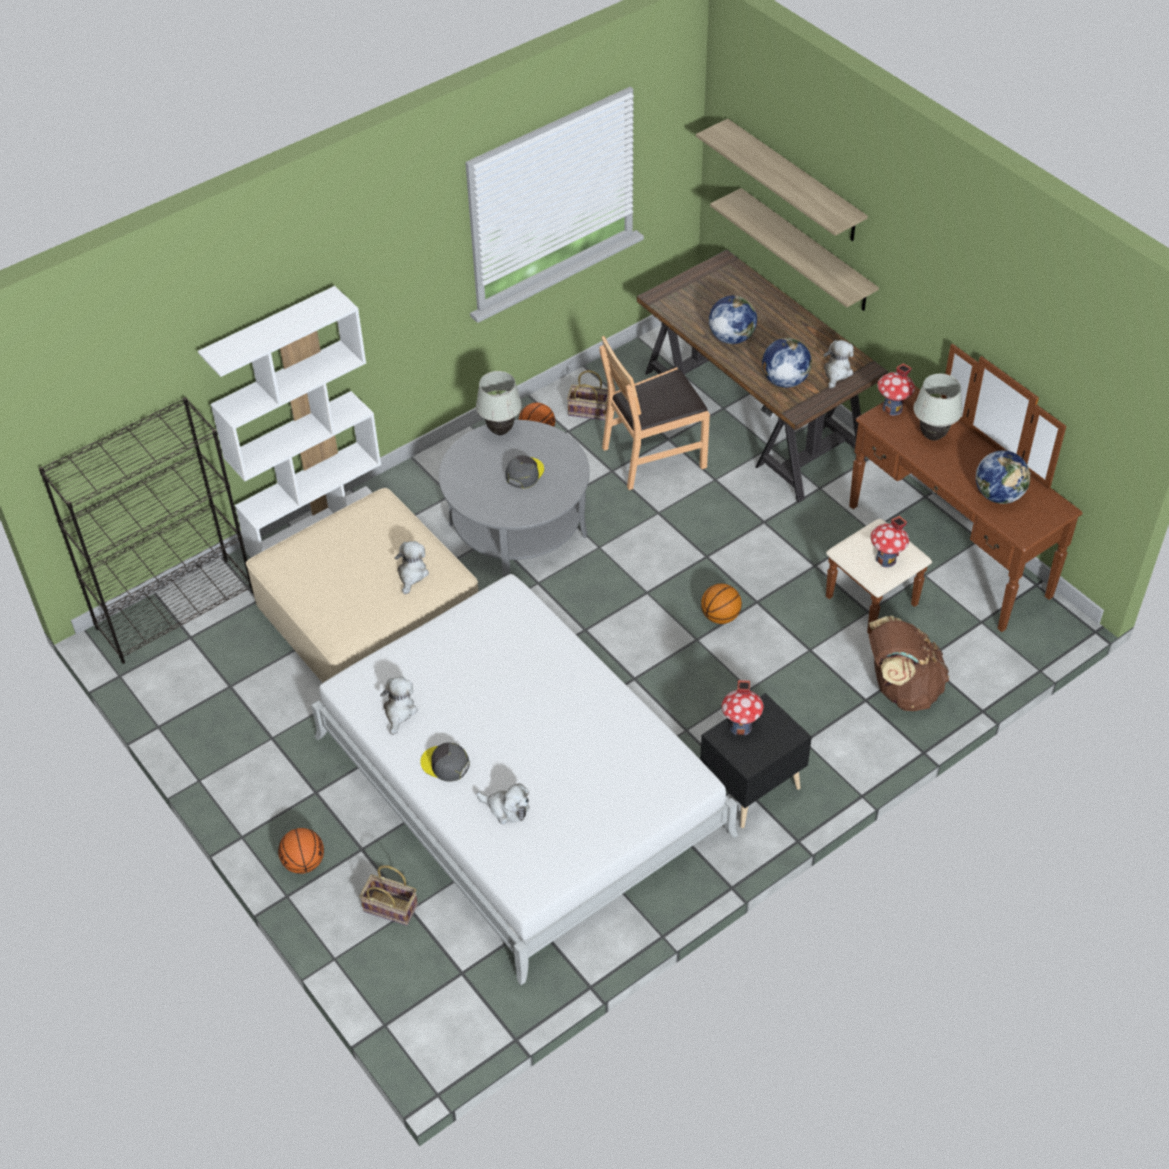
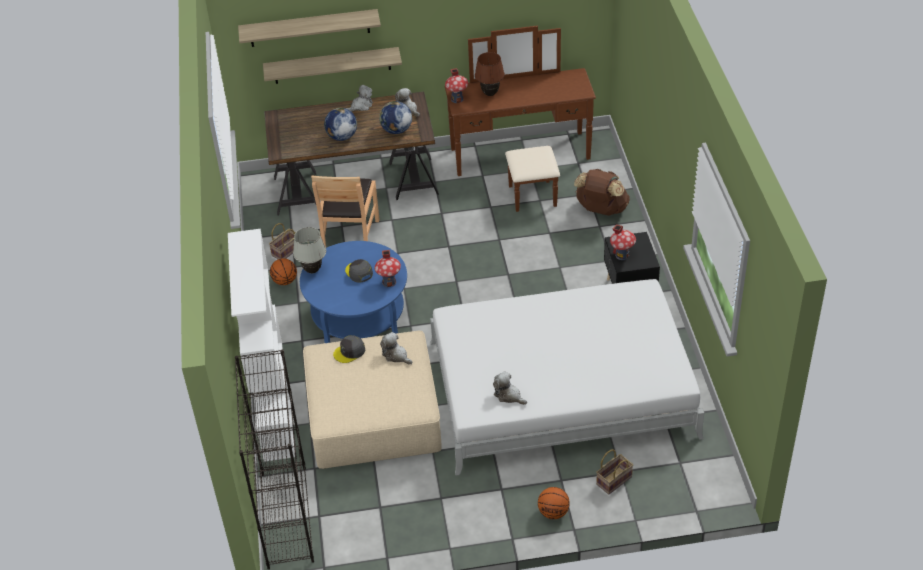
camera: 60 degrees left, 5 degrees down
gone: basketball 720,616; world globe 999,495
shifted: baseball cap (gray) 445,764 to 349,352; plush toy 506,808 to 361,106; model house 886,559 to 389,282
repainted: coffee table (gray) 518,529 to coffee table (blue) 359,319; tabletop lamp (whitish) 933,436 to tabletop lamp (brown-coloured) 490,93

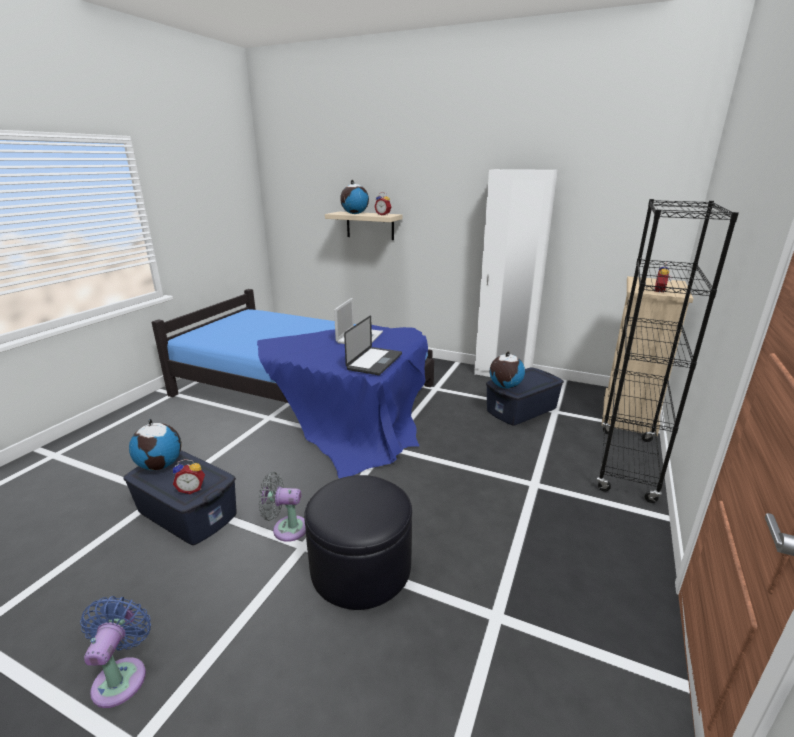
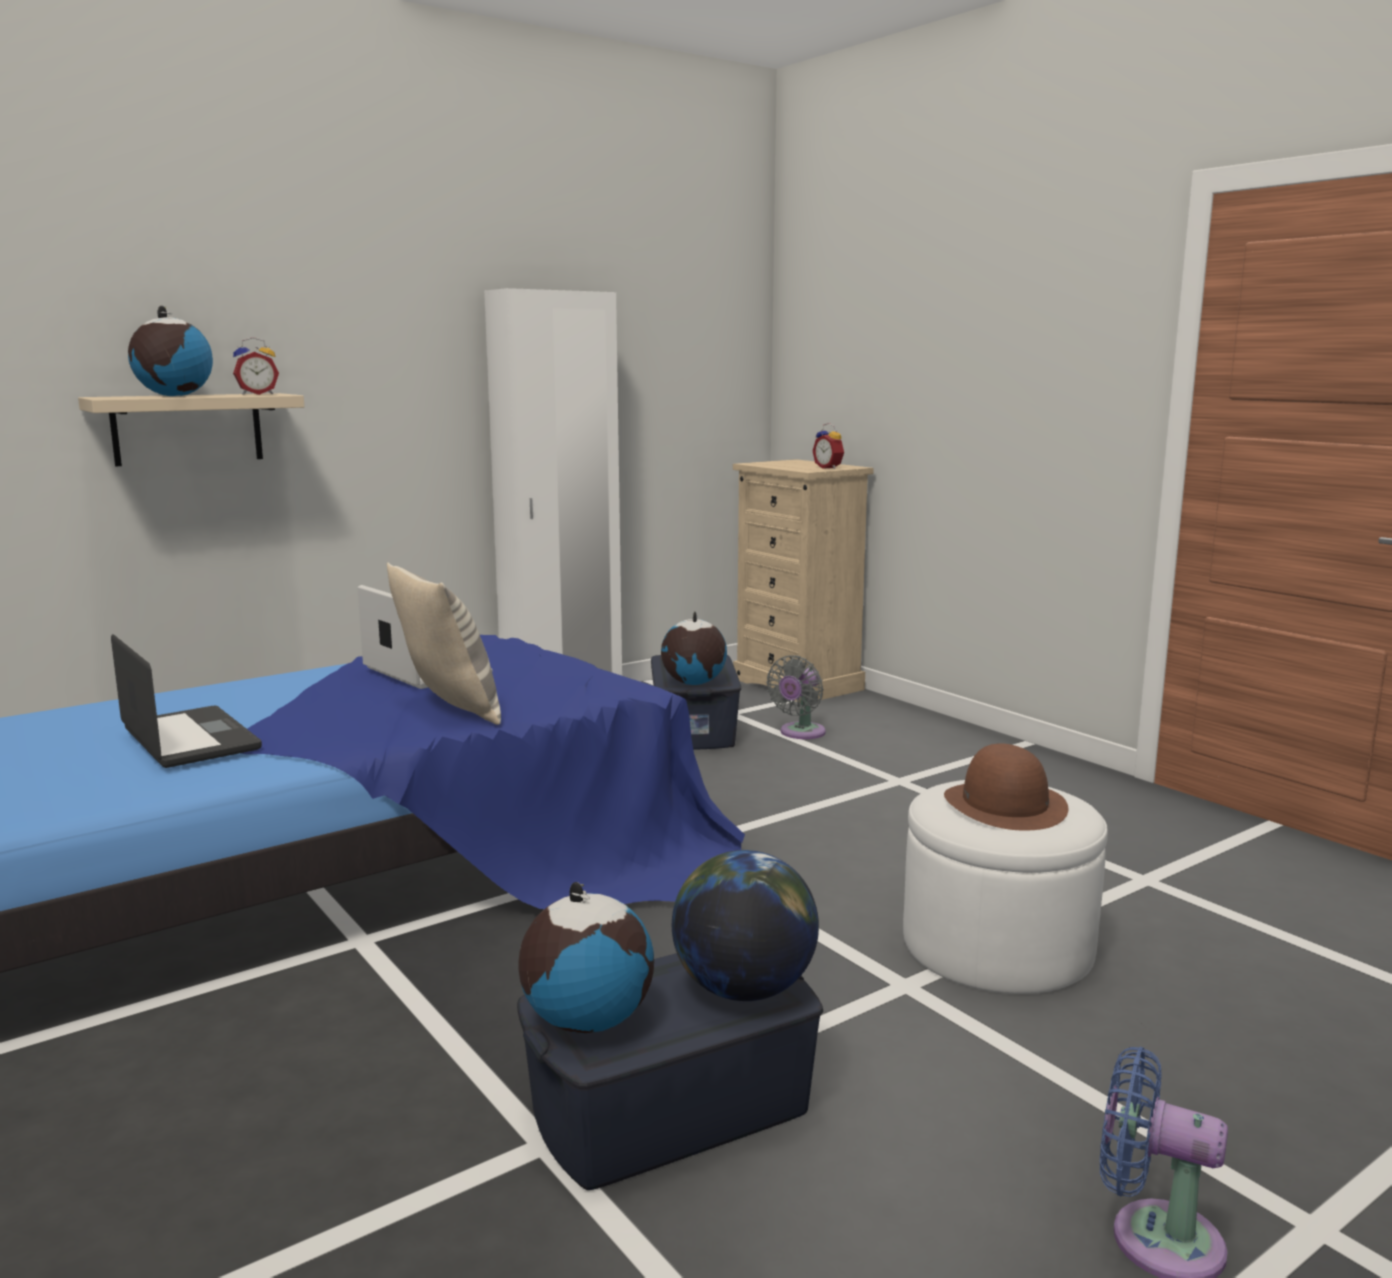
camera: 60 degrees left, 10 degrees down
gone: bookcase (blackish) 626,464
new: cushion 450,709; wearable hat (brown-coloured) 1005,805
shifted: portable computer 375,362 to 190,739; cooling fan (gray) 286,528 to 800,733
swapped: bedside clock 192,489 to world globe 743,989
repainted: footrest (blackish) 361,568 to footrest (whitish) 997,946

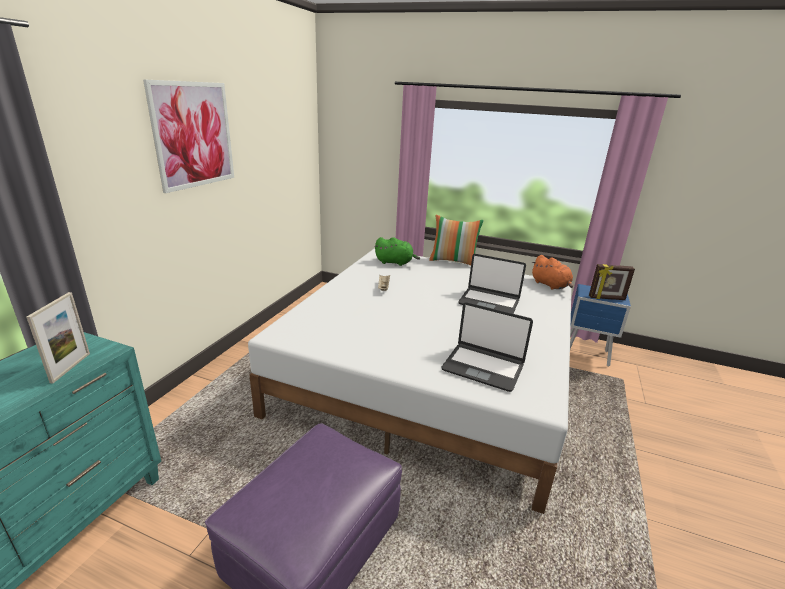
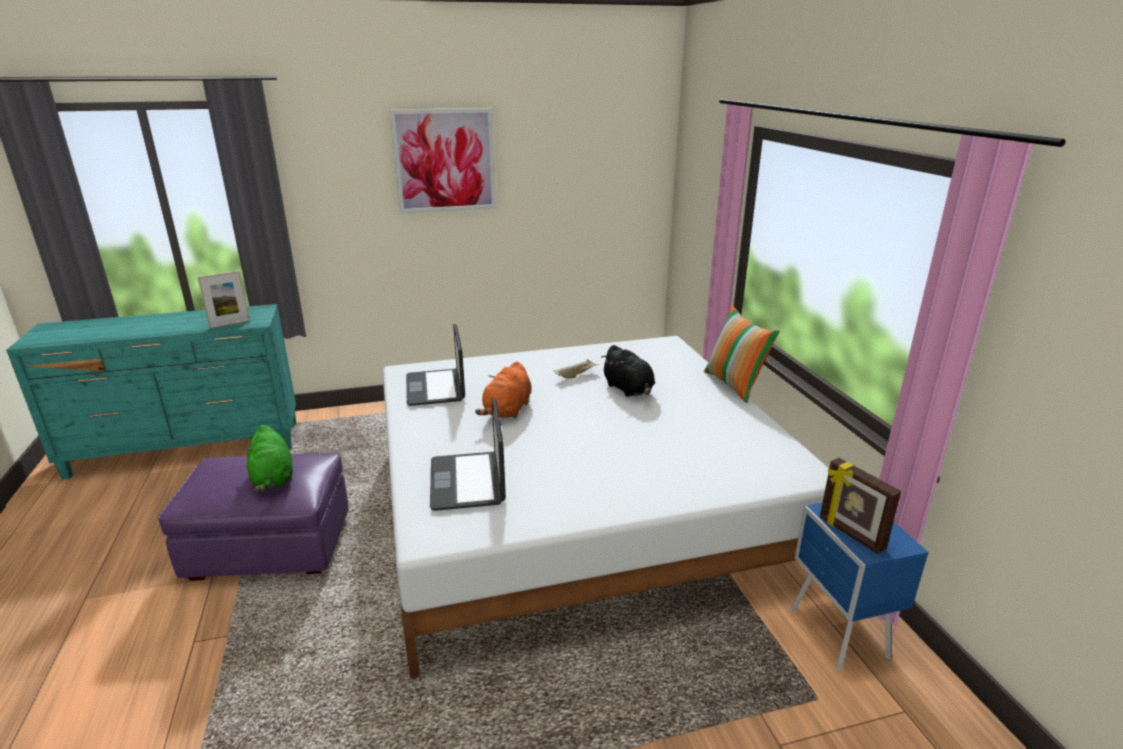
camera: 55 degrees right, 0 degrees up
new: plush toy (blackish) 629,390
shifted: plush toy (green) 395,262 to 273,479; portable computer 489,302 to 436,388; plush toy (orange-coloured) 551,285 to 507,411

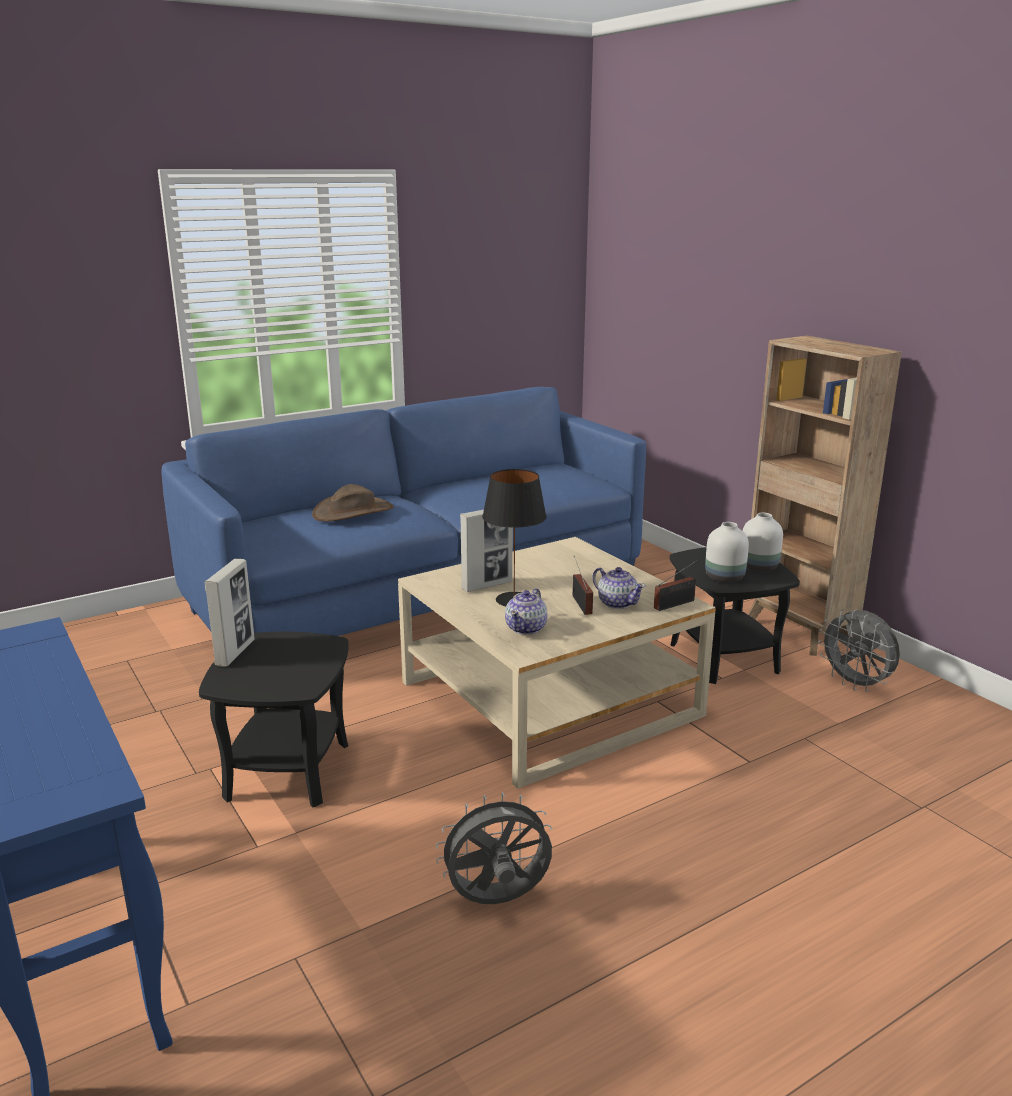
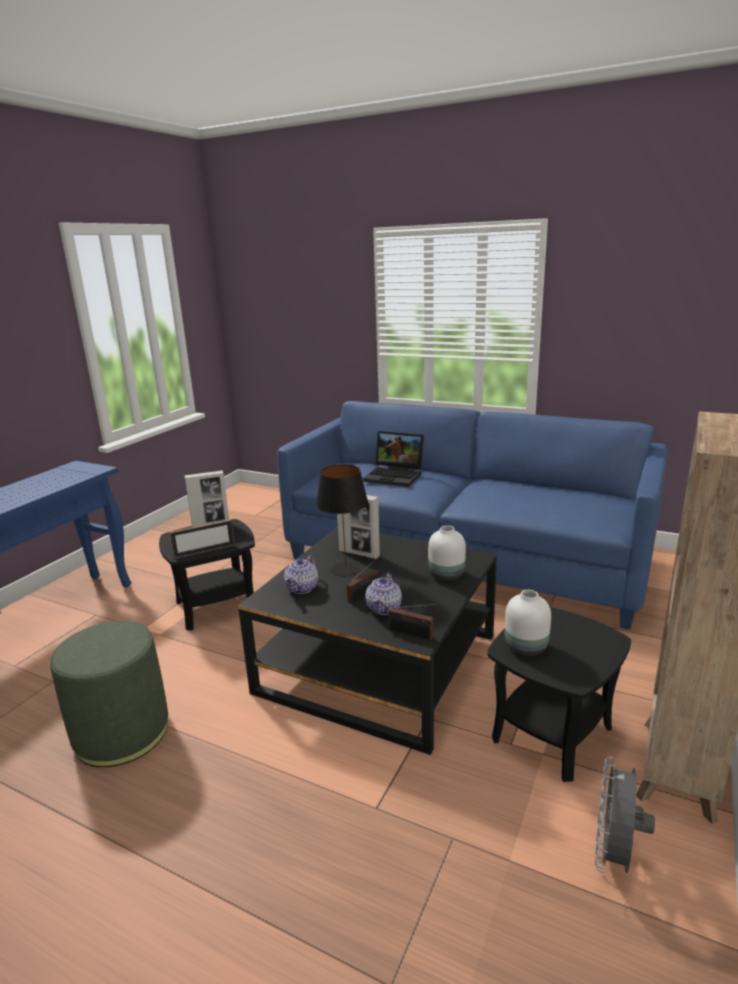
camera: 60 degrees right, 0 degrees up
new: photo frame 204,551
shifted: flower vase (whitish) 758,567 to 447,574
swapped: cooling fan (gray) 497,901 to footrest (green) 121,733; wearable hat (brown-coloured) 353,511 to portable computer 396,476
repainted: coffee table (sand-coloured) 549,698 to coffee table (blackish) 378,663
rotated: tea pot 526,628 = 302,588 60 degrees counterclockwise

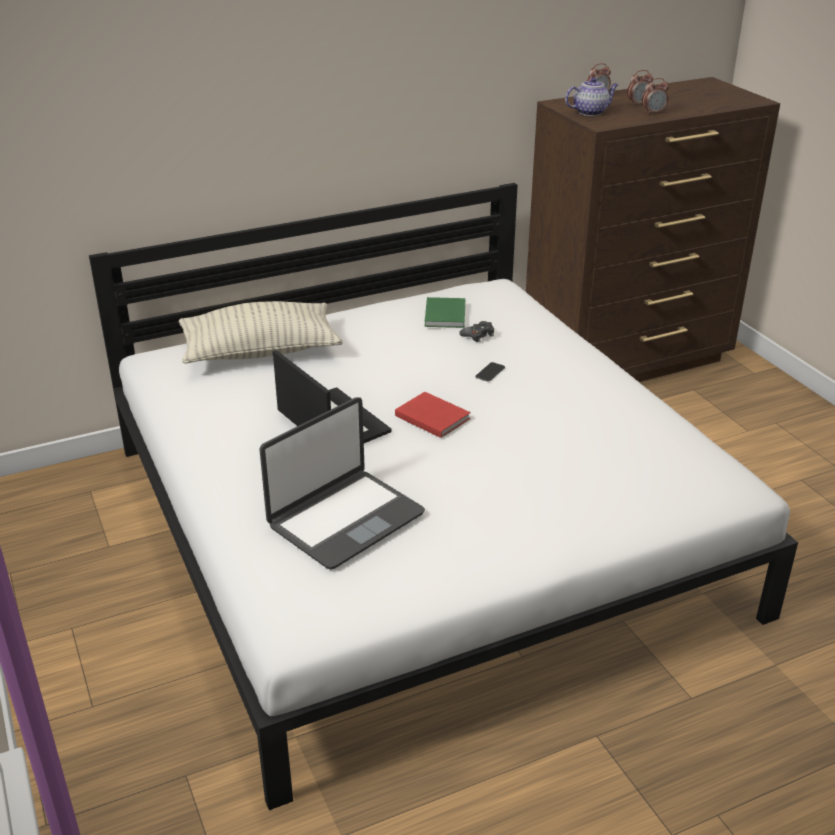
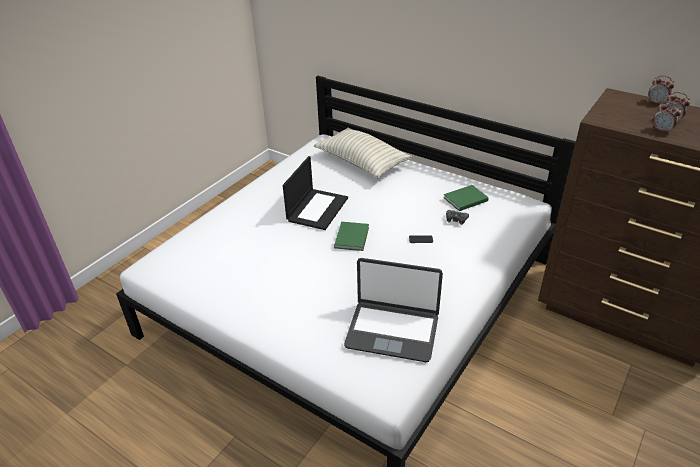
camera: 60 degrees right, 5 degrees up
gone: tea pot 590,112
shifted: portable computer 345,519 to 392,331
repainted: volume (reddish) 431,416 to volume (green) 352,237

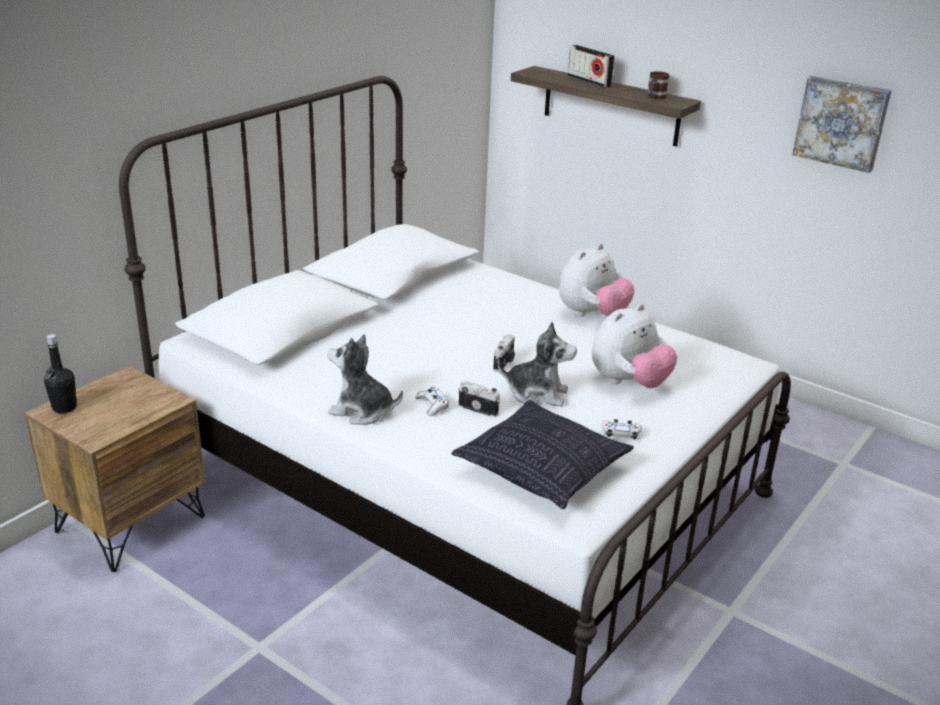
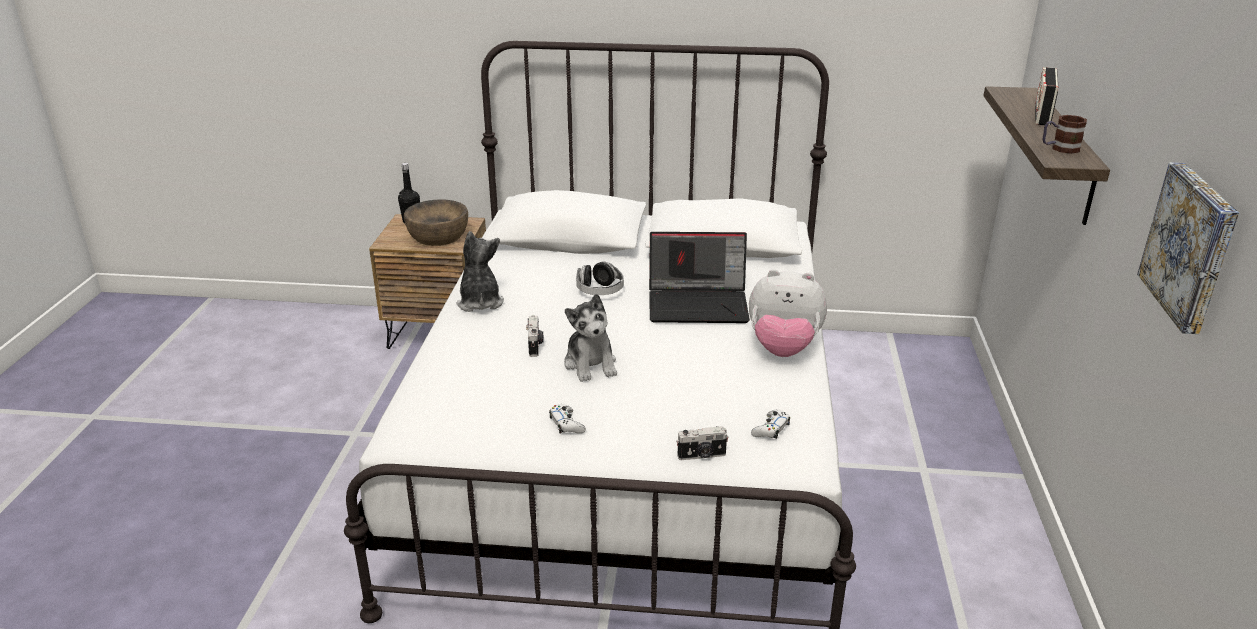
camera: 60 degrees right, 0 degrees up
gone: cushion 542,470; plush toy 629,383
new: bowl (brown-coloured) 438,236; headphones 600,291; portable computer 699,304
shifted: still camera 504,363 to 702,456; game controller (whitish) 432,405 to 771,429

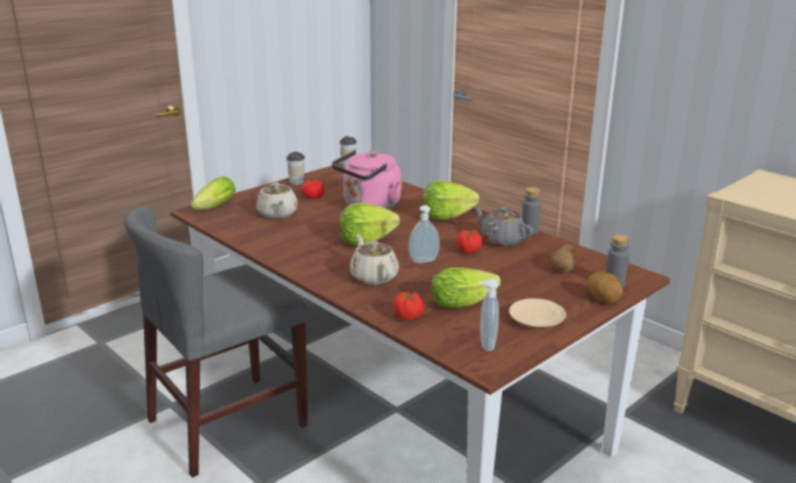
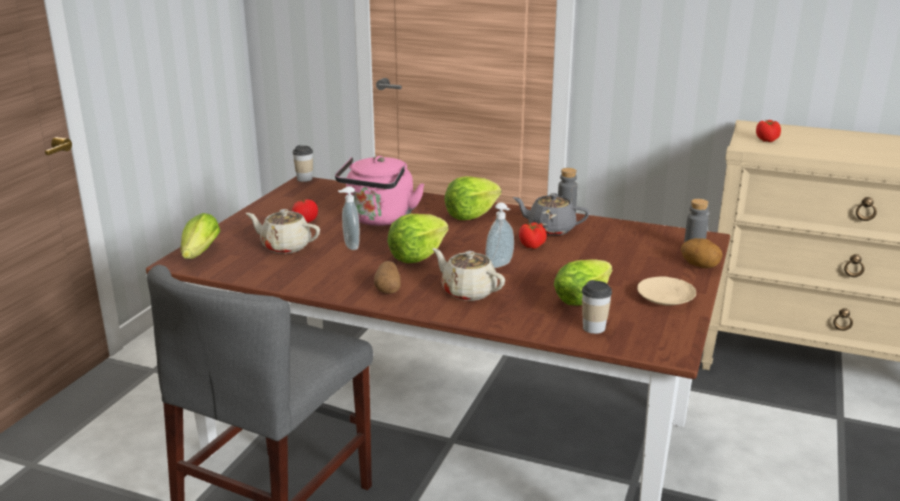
camera: 25 degrees left, 0 degrees up
shifted: soap dispenser 485,345 to 350,246; potato 564,268 to 388,289; small cup 296,182 to 594,328; fresh tomato 409,317 to 767,140
rotated: tea pot (sand-coloured) 277,214 = 285,246 150 degrees clockwise

